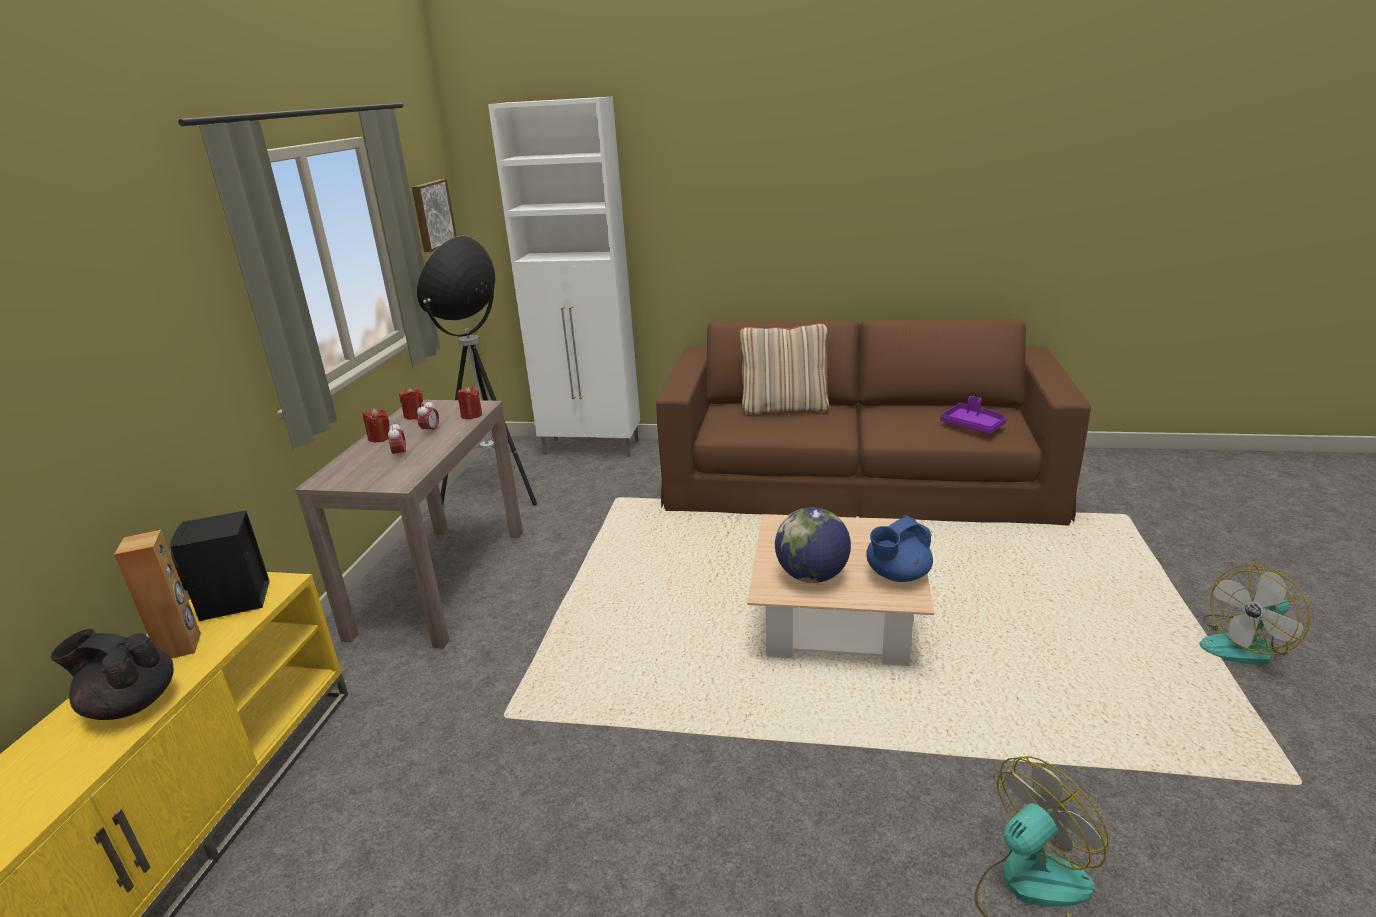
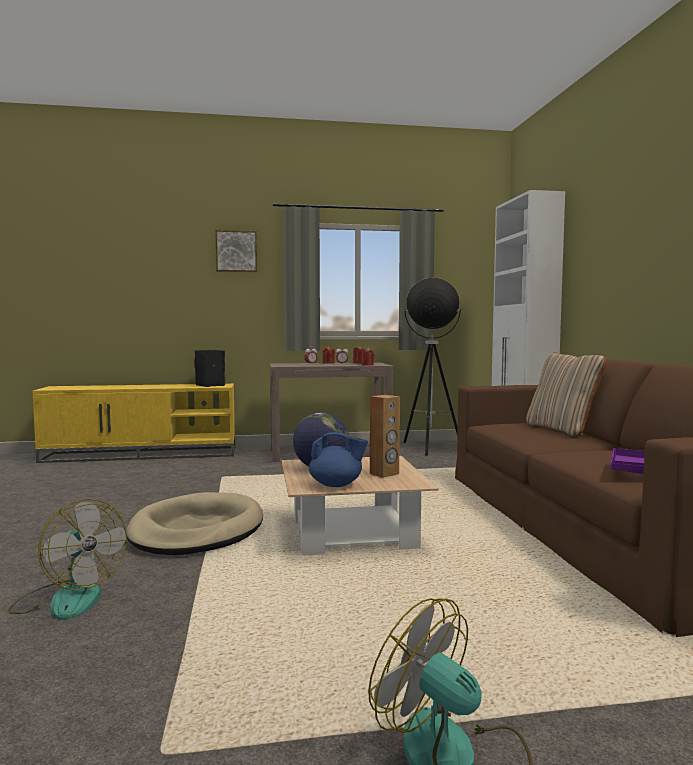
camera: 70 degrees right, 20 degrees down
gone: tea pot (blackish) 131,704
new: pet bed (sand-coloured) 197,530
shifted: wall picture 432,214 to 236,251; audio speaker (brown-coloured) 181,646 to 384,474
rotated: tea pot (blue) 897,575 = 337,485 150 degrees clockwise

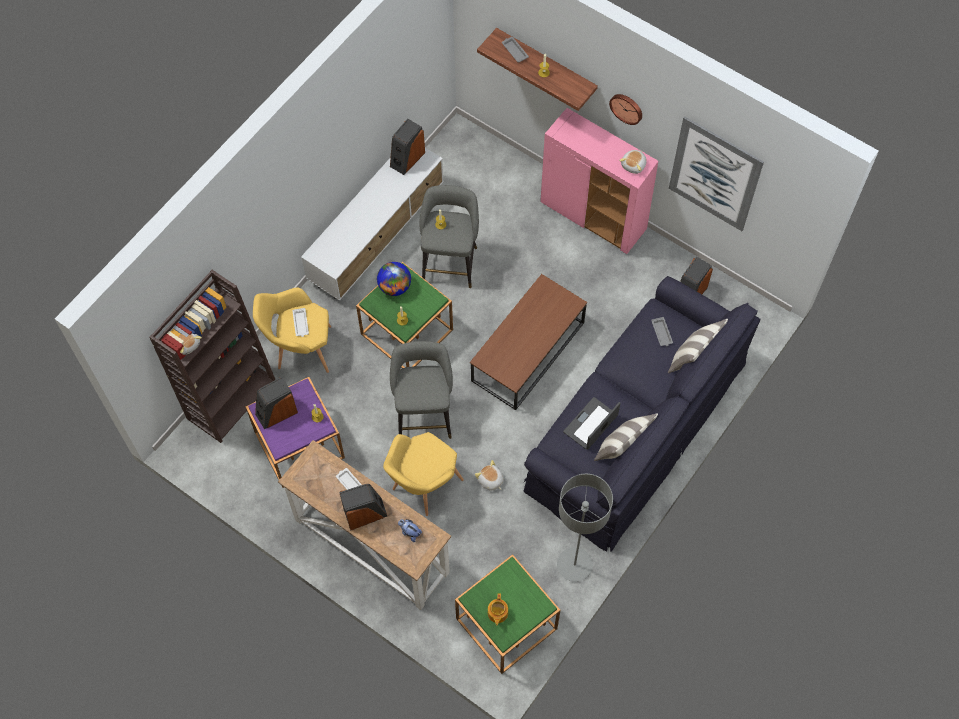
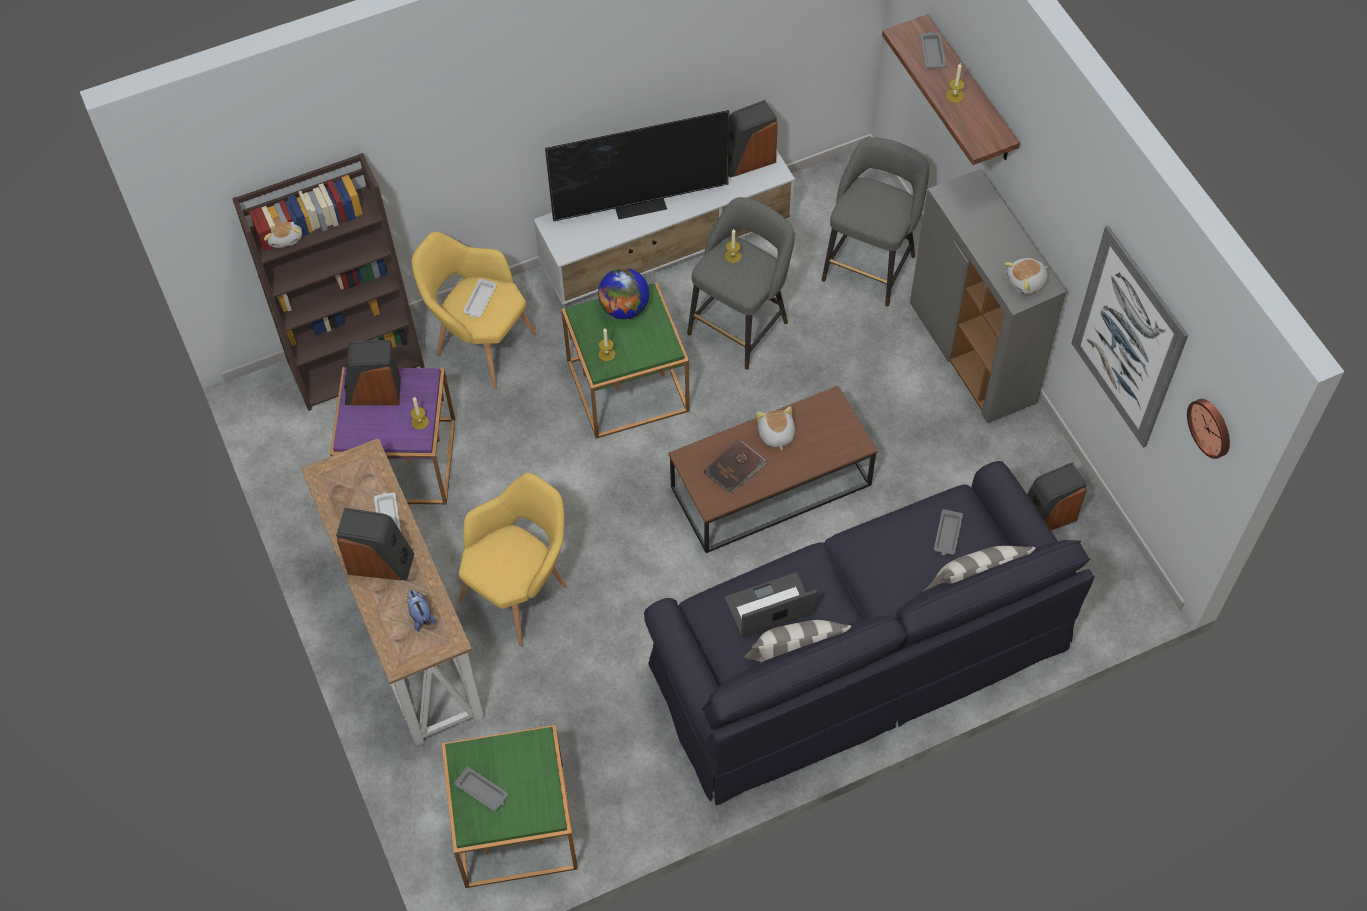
camera: 30 degrees right, 5 degrees down
gone: standard lamp (gray) 574,565
new: TV 640,203; volume (brown-coloured) 735,468
shifted: plush toy 490,480 to 775,435; stool seat (gray) 424,413 to 870,264; hanging clock 627,108 to 1211,427
swapped: tea pot 497,613 to tray (gray) 482,791
repainted: cabinet (pink) 594,216 to cabinet (gray) 973,354
rotated: easy chair (yellowish) 422,487 = 521,590 150 degrees clockwise

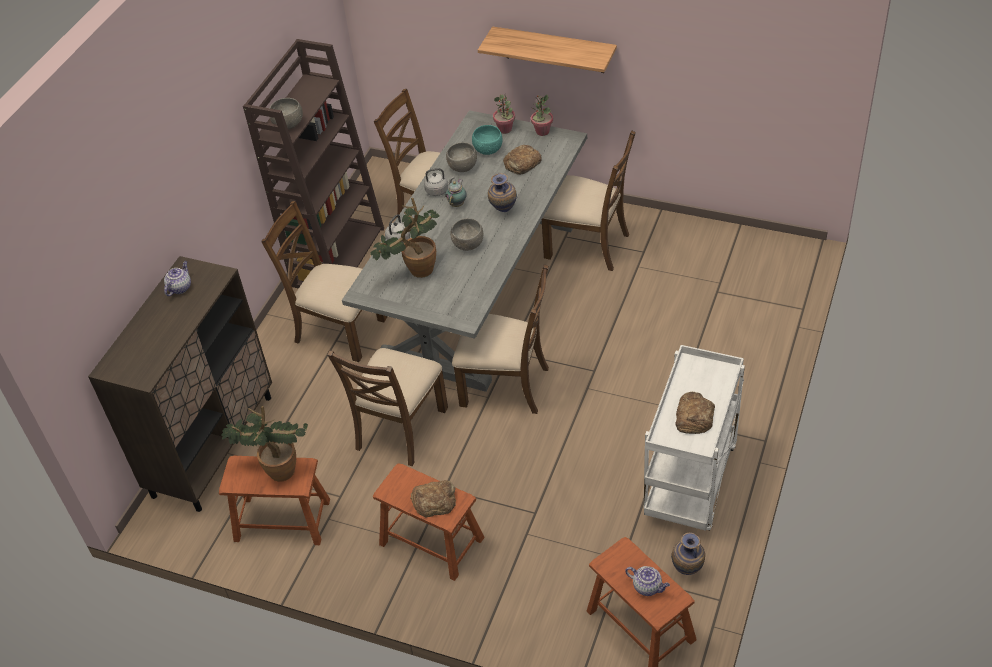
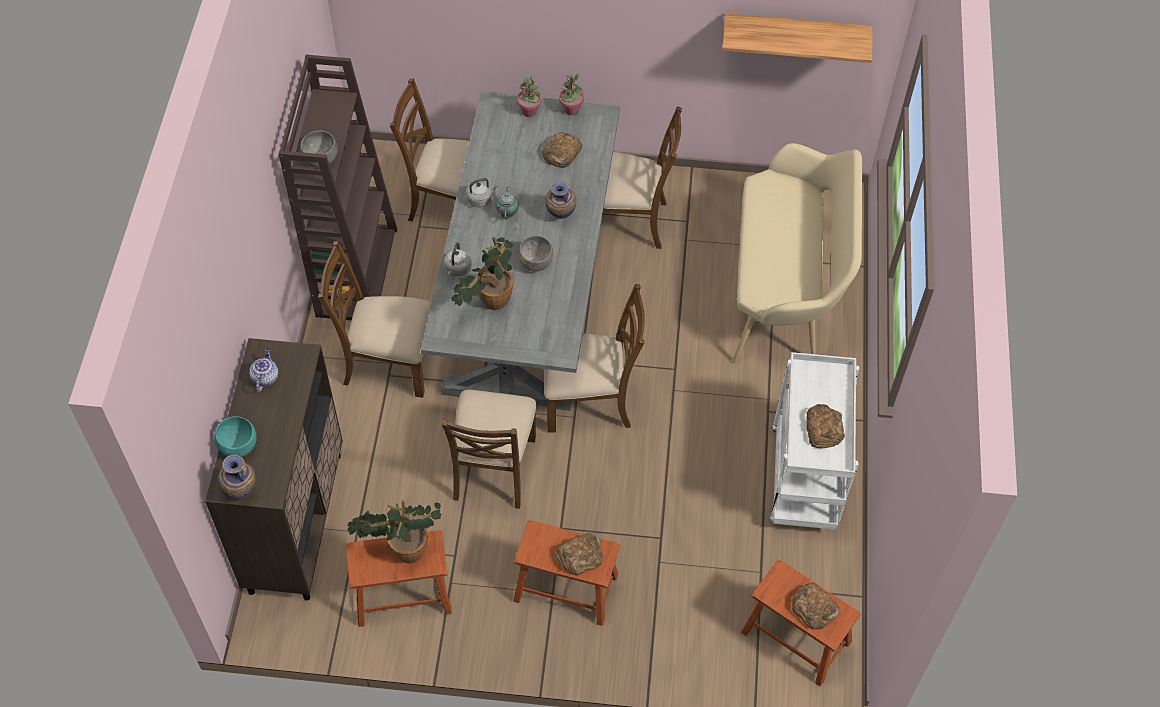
camera: 20 degrees left, 10 degrees up
gone: bowl (gray) 462,167
new: long seat (sand-coloured) 785,292
shifted: bowl (turquoise) 487,150 to 238,446; flower vase 687,570 to 242,493; shelf 554,50 to 796,33
swapped: tea pot 648,587 to baked bread 814,608

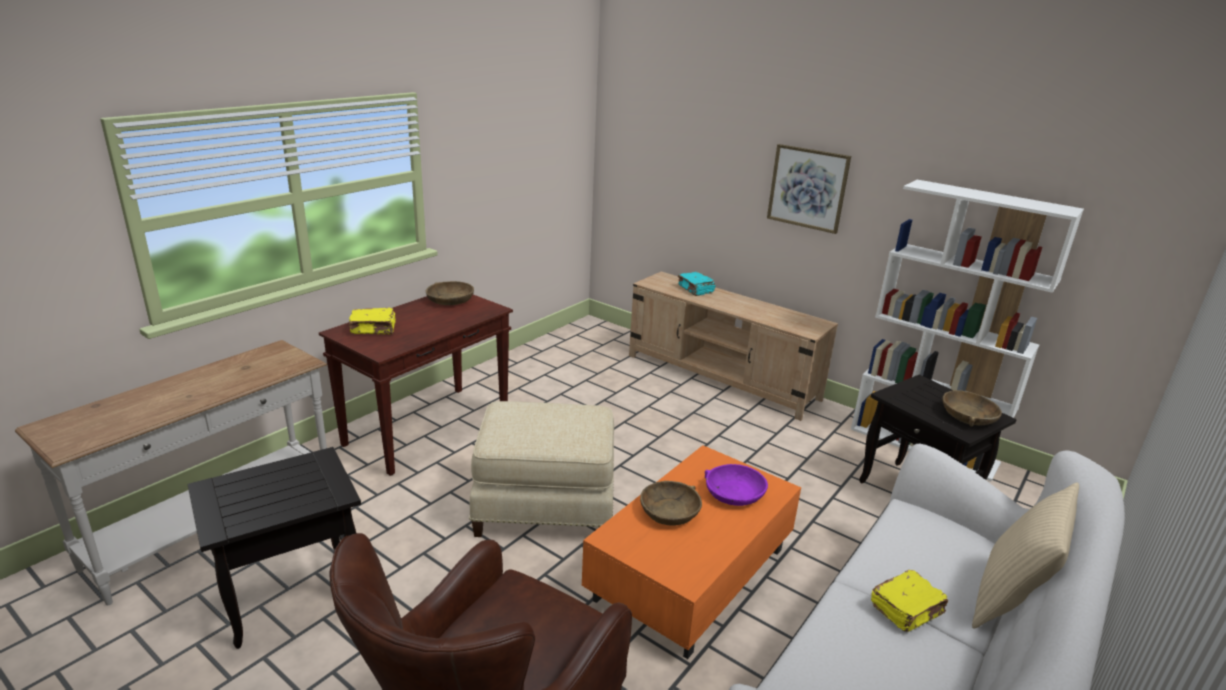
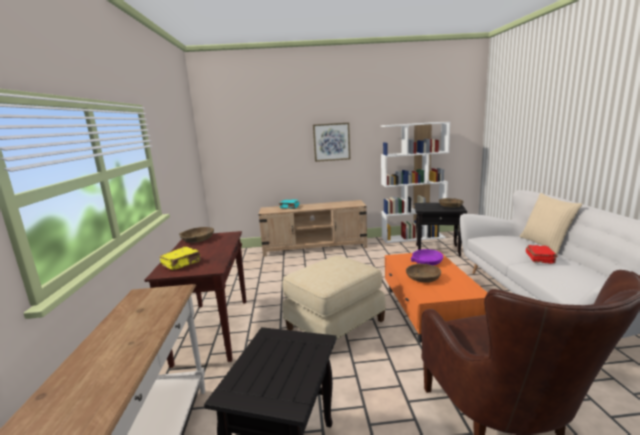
camera: 40 degrees left, 10 degrees down
repainted: volume (yellowish) 907,610 to volume (reddish) 540,259

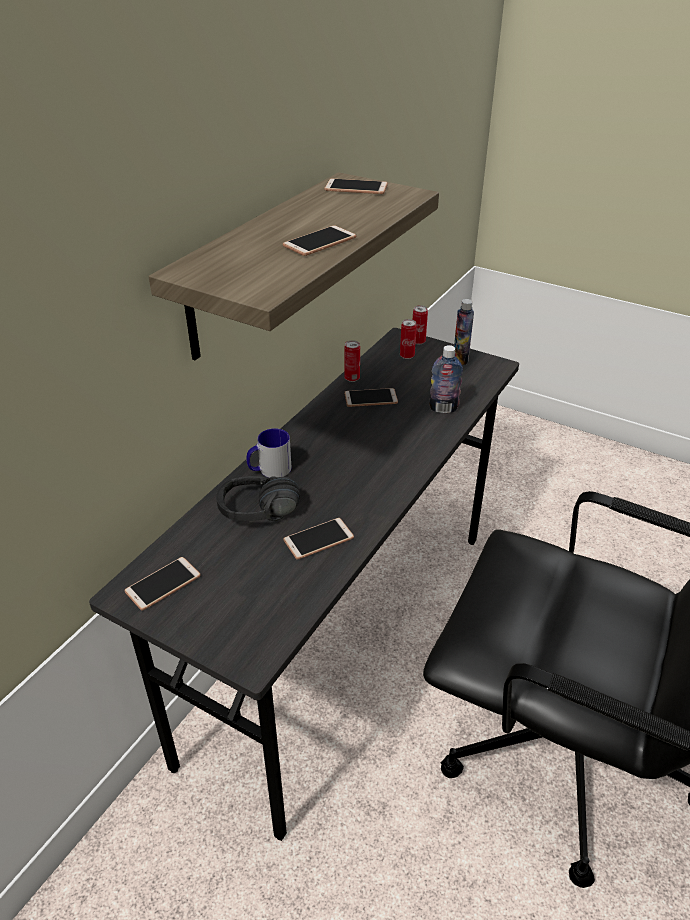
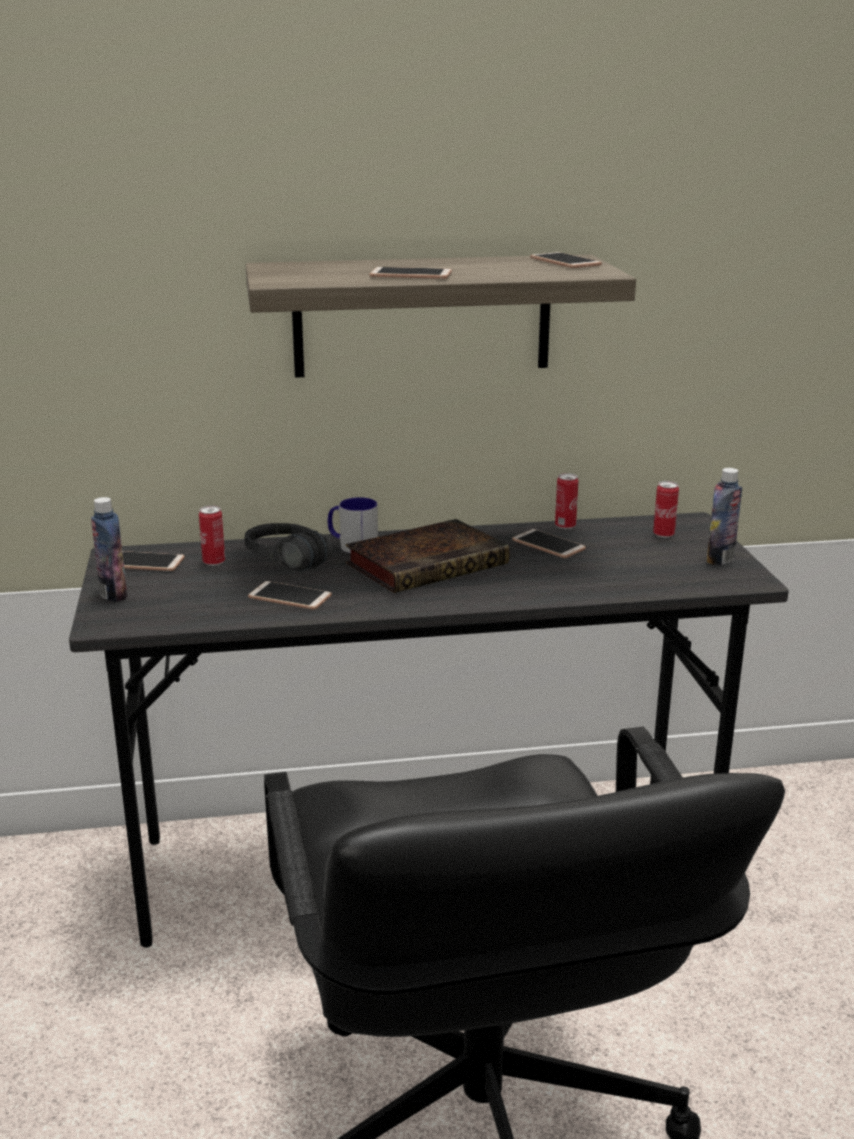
camera: 50 degrees right, 15 degrees down
new: volume 429,563
shifted: beverage bottle 443,408 to 113,594; sealed can 418,341 to 214,562

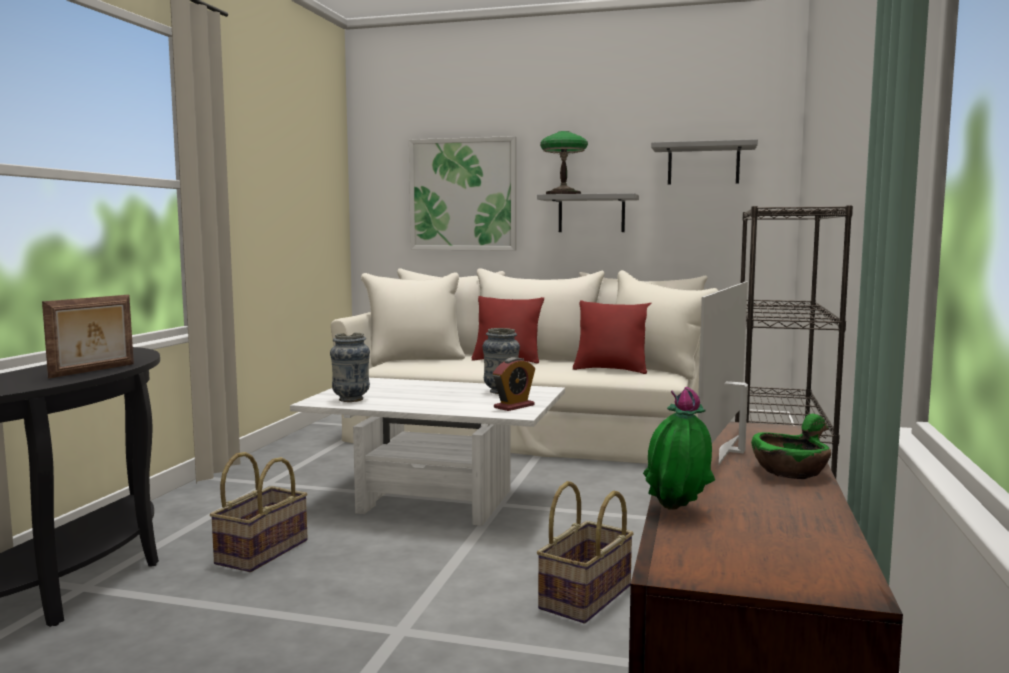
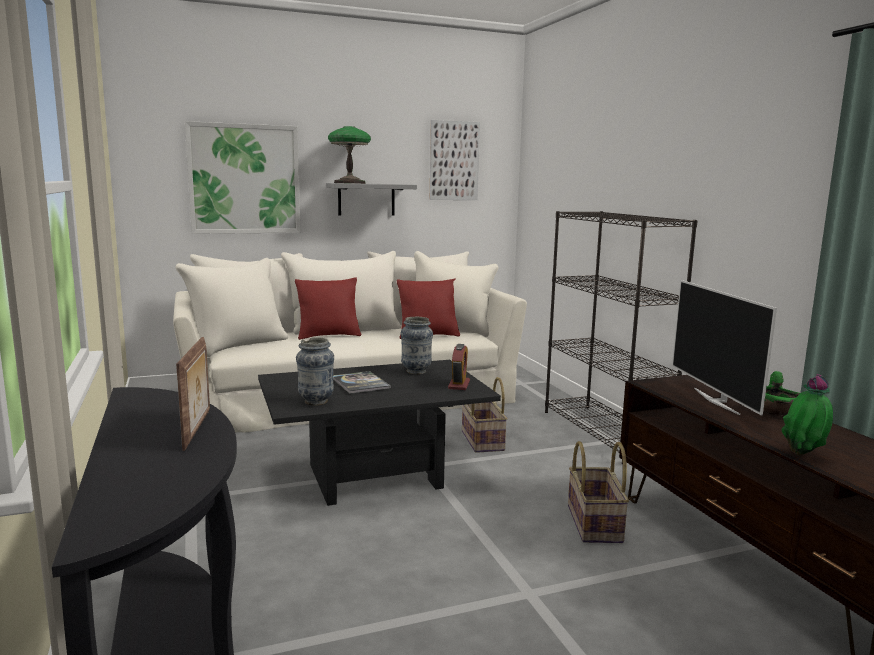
camera: 35 degrees left, 5 degrees up
new: volume 360,383
shifted: household basket 261,551 to 481,440
swapped: shelf (gray) 703,164 to wall picture 454,161
repainted: coffee table (whitish) 436,501 to coffee table (blackish) 374,476

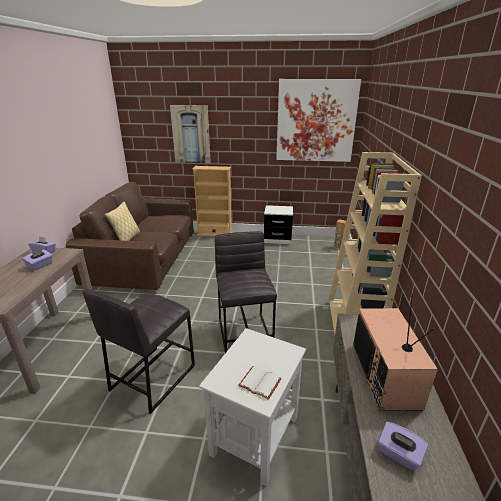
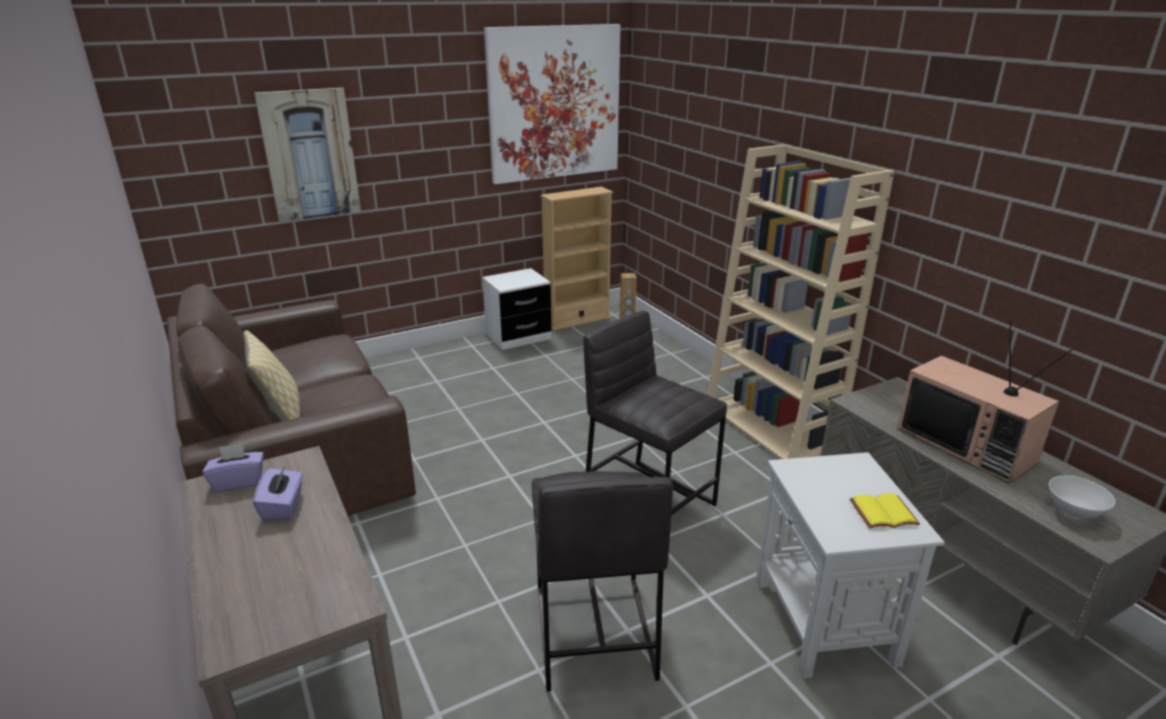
camera: 35 degrees left, 0 degrees up
shifted: bookcase (sand-coloured) 215,234 to 577,320
swapped: box of tissues (purple-coloured) 399,454 to bowl (whitish) 1074,513
repainted: volume (whitish) 259,383 to volume (yellowish) 883,514

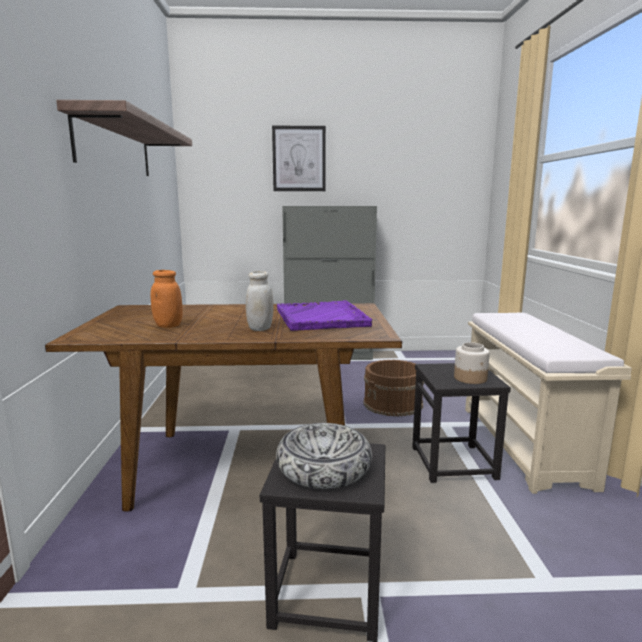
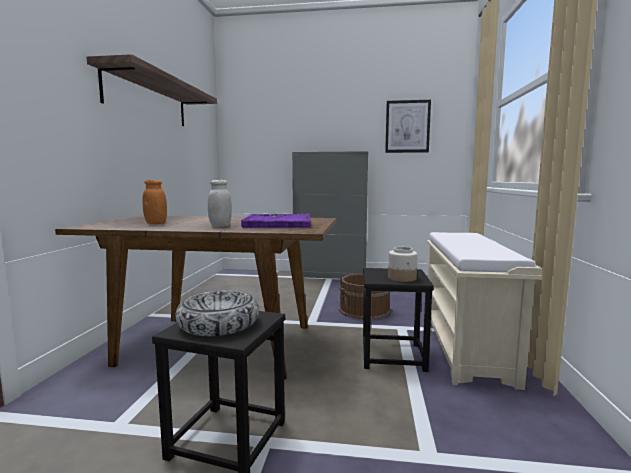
camera: 10 degrees right, 5 degrees down
shifted: wall picture 299,159 to 407,126

